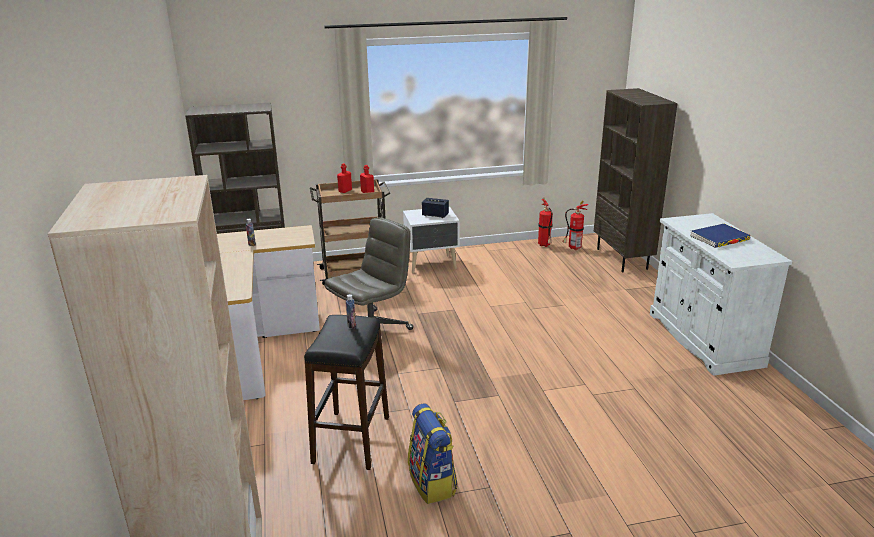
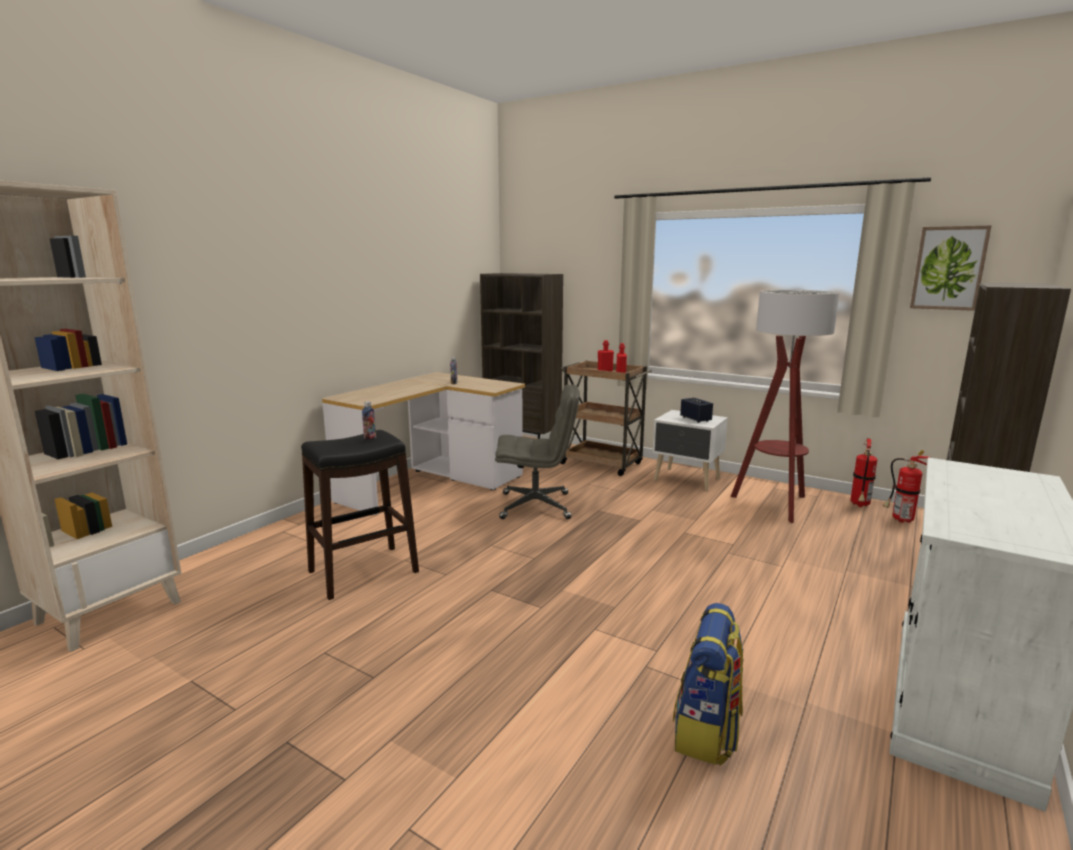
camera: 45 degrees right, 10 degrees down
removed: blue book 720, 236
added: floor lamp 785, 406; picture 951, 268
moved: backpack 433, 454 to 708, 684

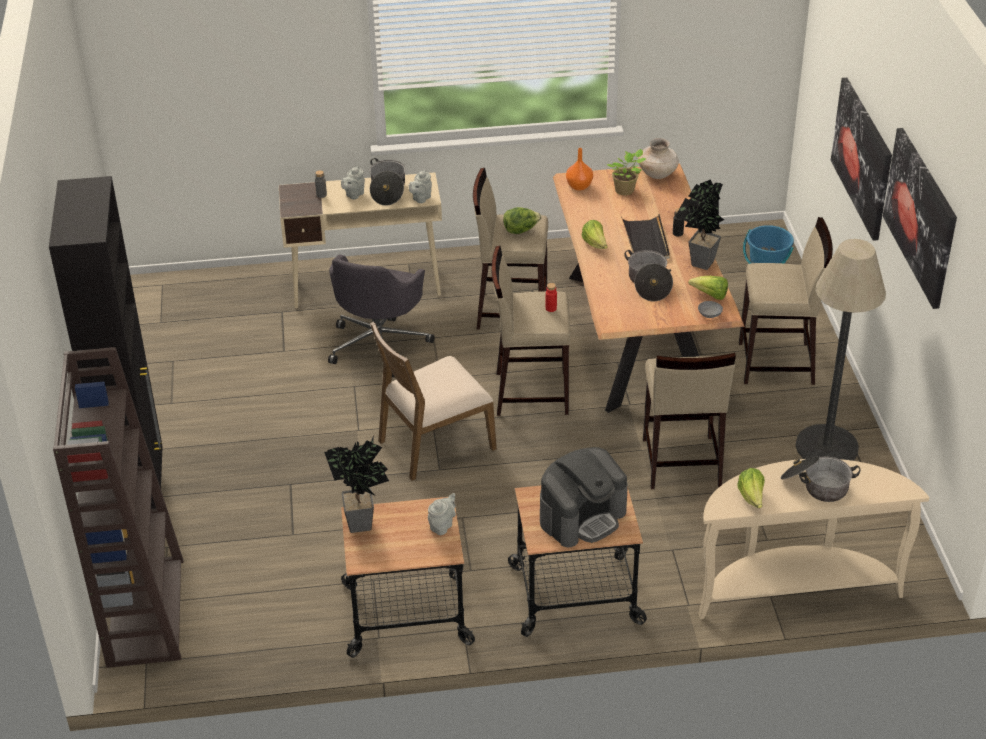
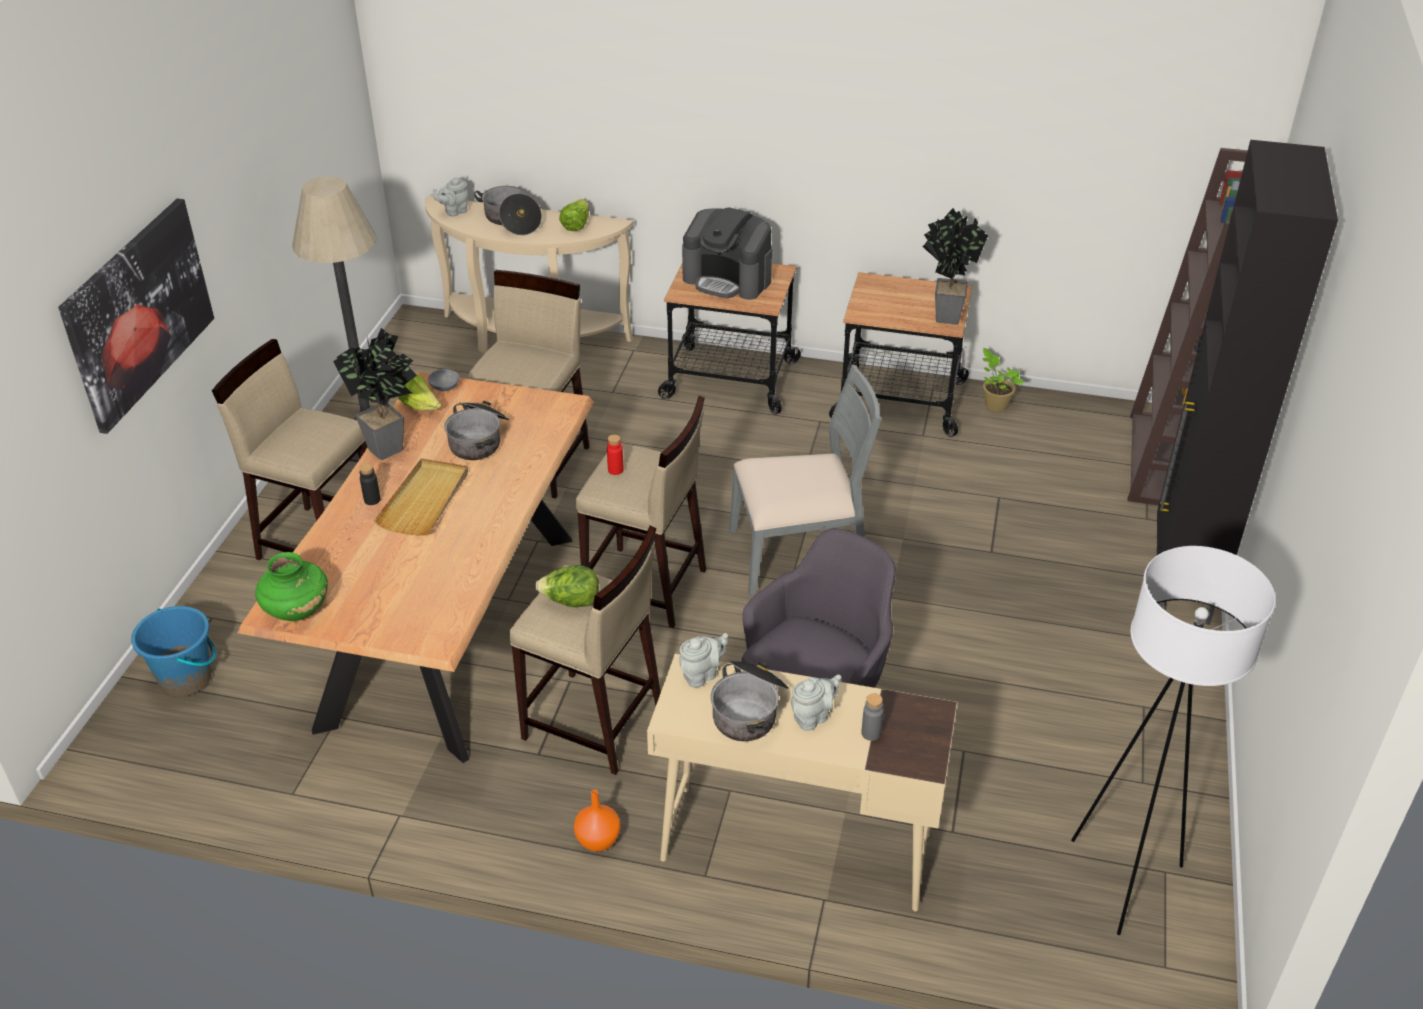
camera: 160 degrees left, 0 degrees up
removed: lettuce 595, 234; picture 920, 218
added: white floor lamp 1173, 740
moved: grey teapot 442, 514 to 450, 197; orange vase 579, 169 to 597, 821; potted plant 626, 172 to 1003, 380
recoloured: beige vase 658, 158 to green vase 291, 586; black tray 645, 236 to beige tray 421, 497; brown chair 433, 401 to grey chair 805, 480
turned: coffee machine 584, 497 = 727, 253 135 degrees counterclockwise

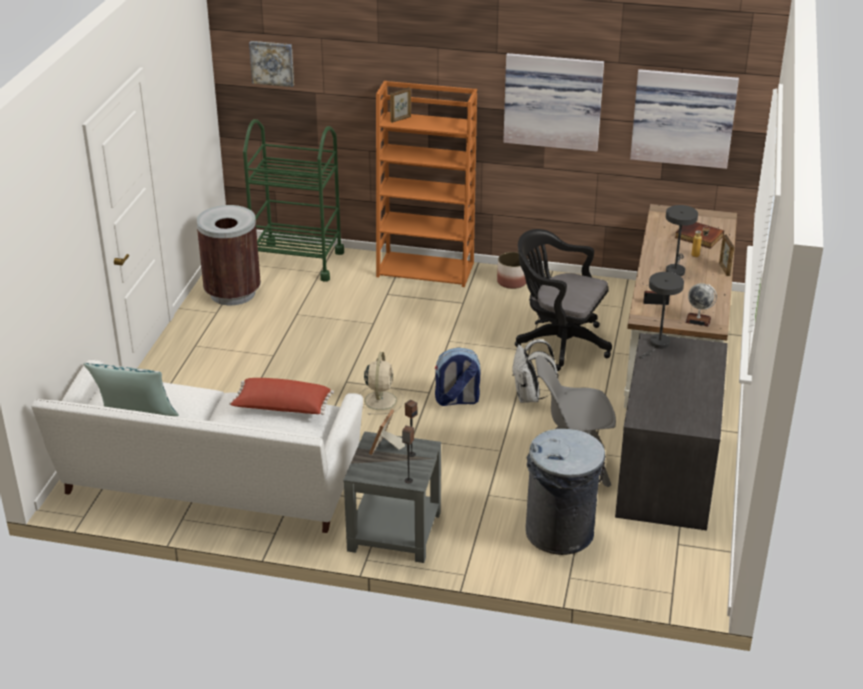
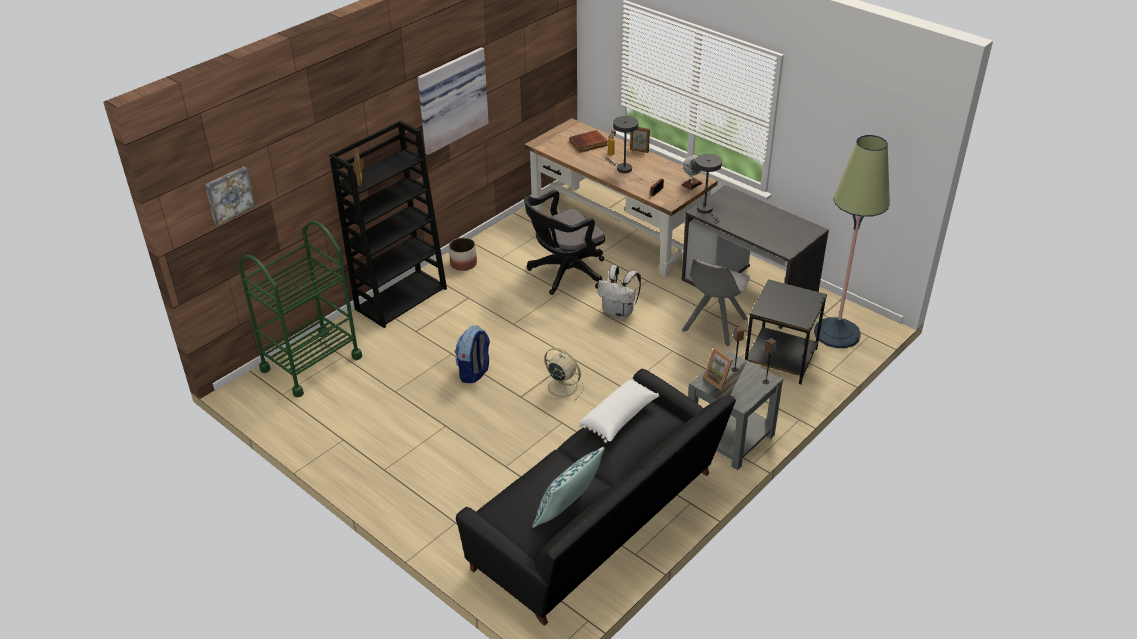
camera: 60 degrees left, 5 degrees up
removed: brown trash can 228, 255; picture 684, 119
added: floor lamp 852, 241
moved: backpack 457, 376 to 472, 354
replaced: grey trash can 565, 492 to black side table 786, 331
recoloured: orange bookcase 426, 184 to black bookcase 388, 224; white sofa 197, 446 to black sofa 596, 497; red pillow 281, 396 to white pillow 618, 411

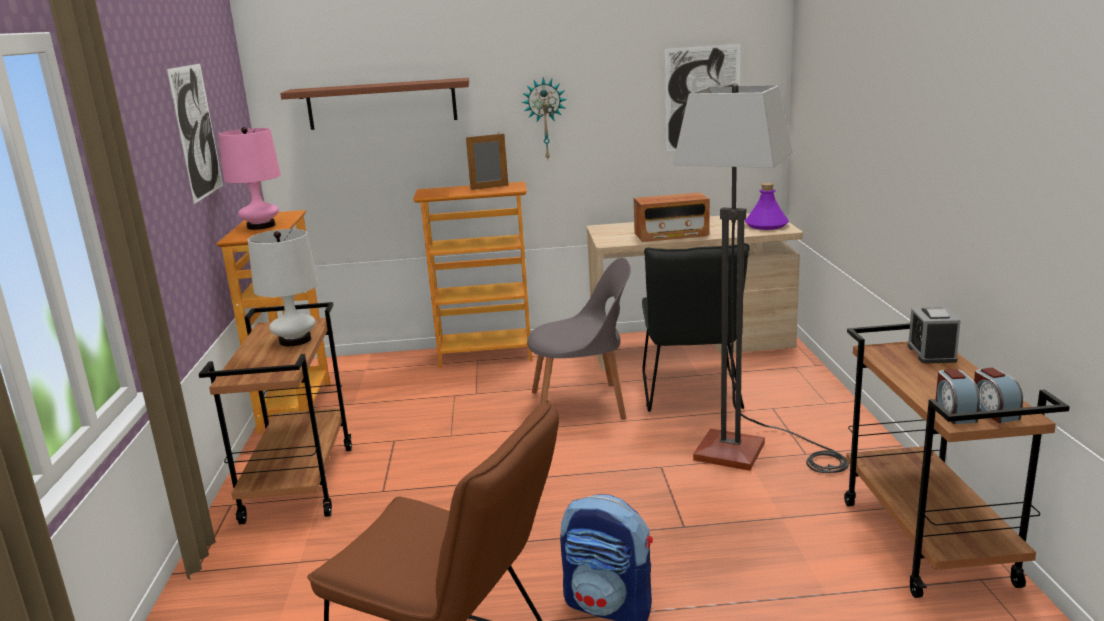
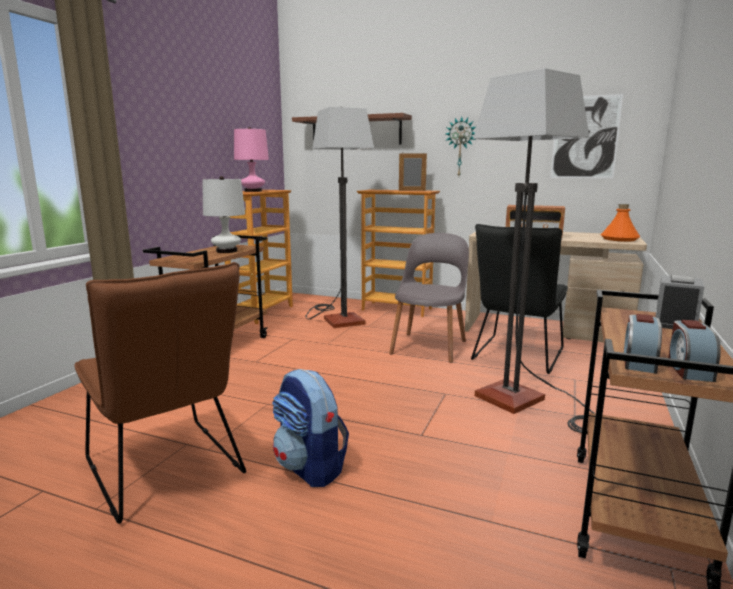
camera: 25 degrees right, 5 degrees down
removed: picture 195, 134
added: floor lamp 339, 217
recoloured: purple bottle 767, 206 to orange bottle 620, 223
turned: grey chair 579, 339 = 429, 298 90 degrees counterclockwise

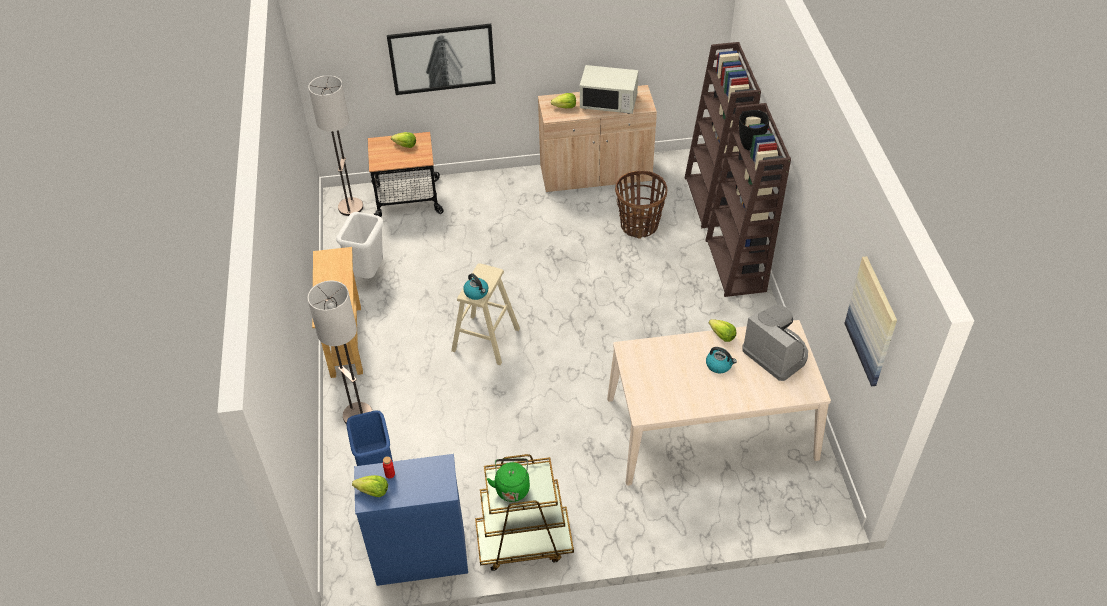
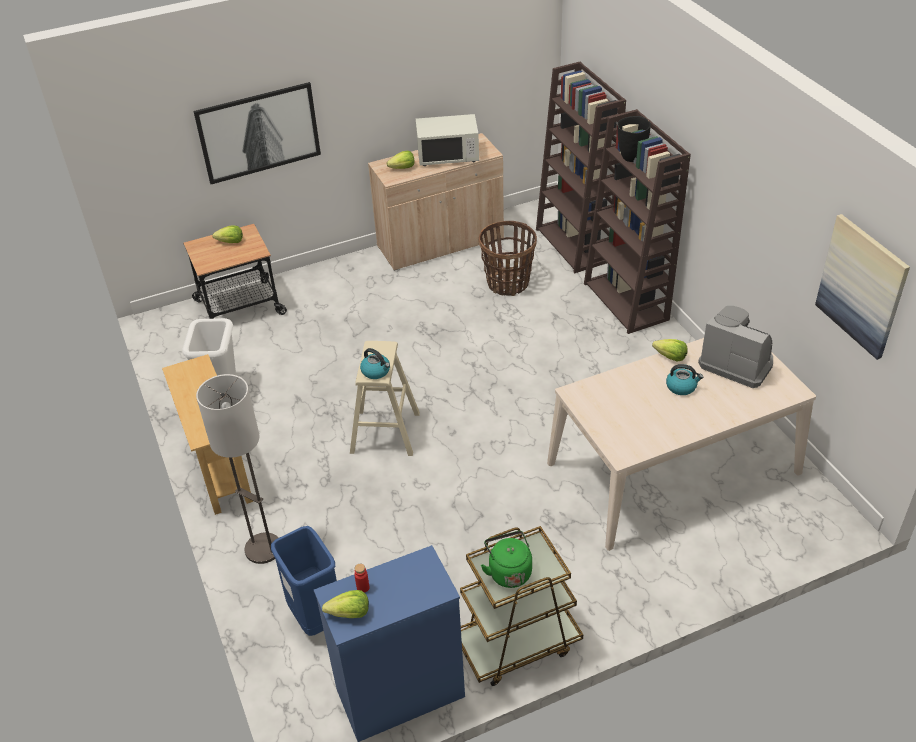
camera: 15 degrees left, 5 degrees down
removed: floor lamp 335, 145

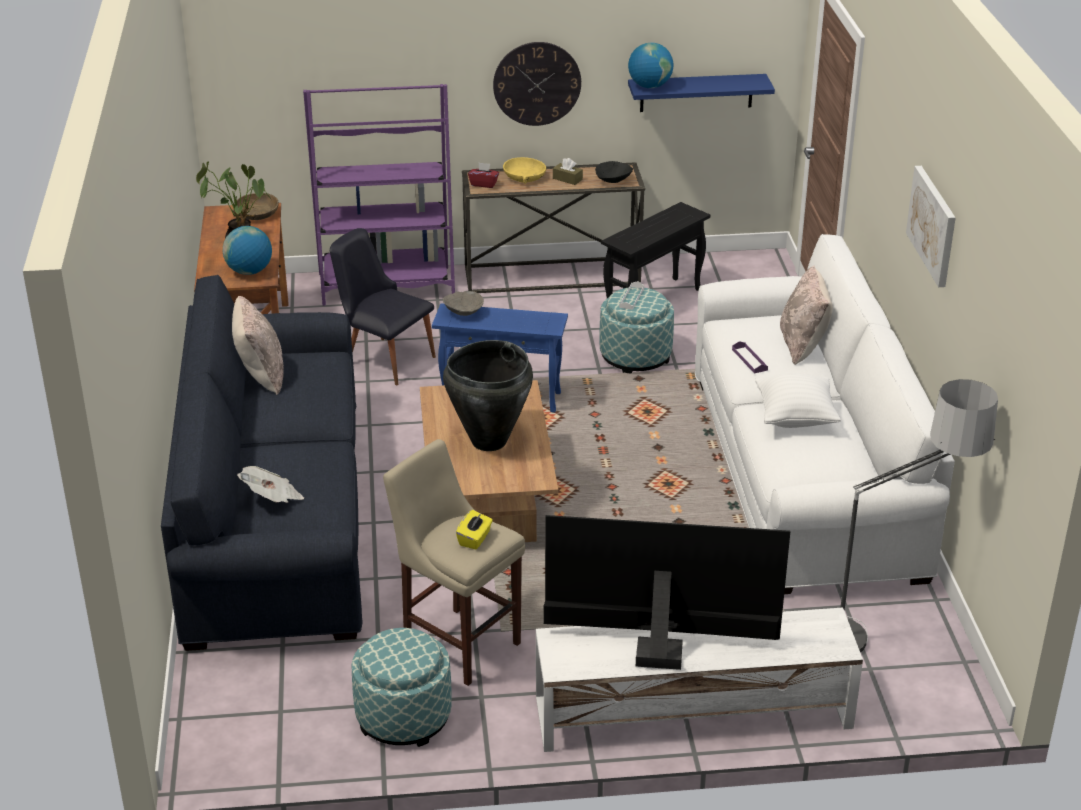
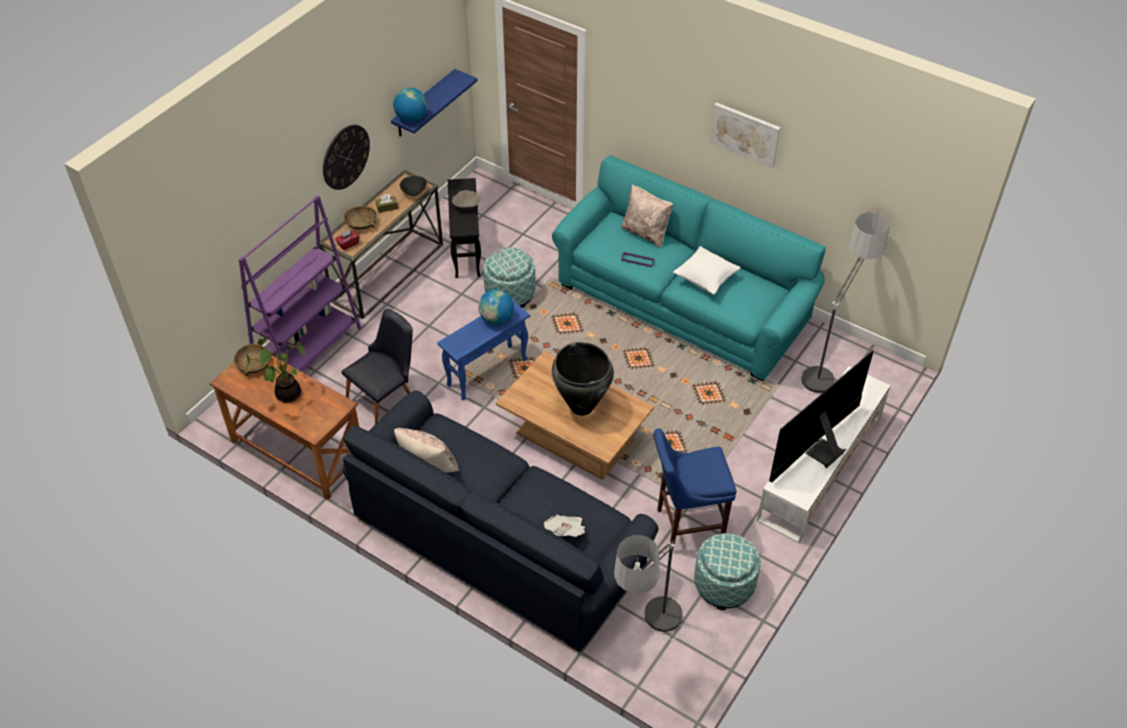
camera: 50 degrees left, 15 degrees up
removed: yellow tissue box 474, 529
added: floor lamp 648, 587
moved: grey bowl 463, 303 to 466, 199; globe 247, 250 to 496, 307
recoloured: yellow bowl 524, 170 to brown bowl 360, 218; white sofa 825, 414 to turquoise sofa 689, 268; beige stool 454, 562 to blue stool 695, 488
turned: black chair 383, 306 = 377, 366 150 degrees clockwise

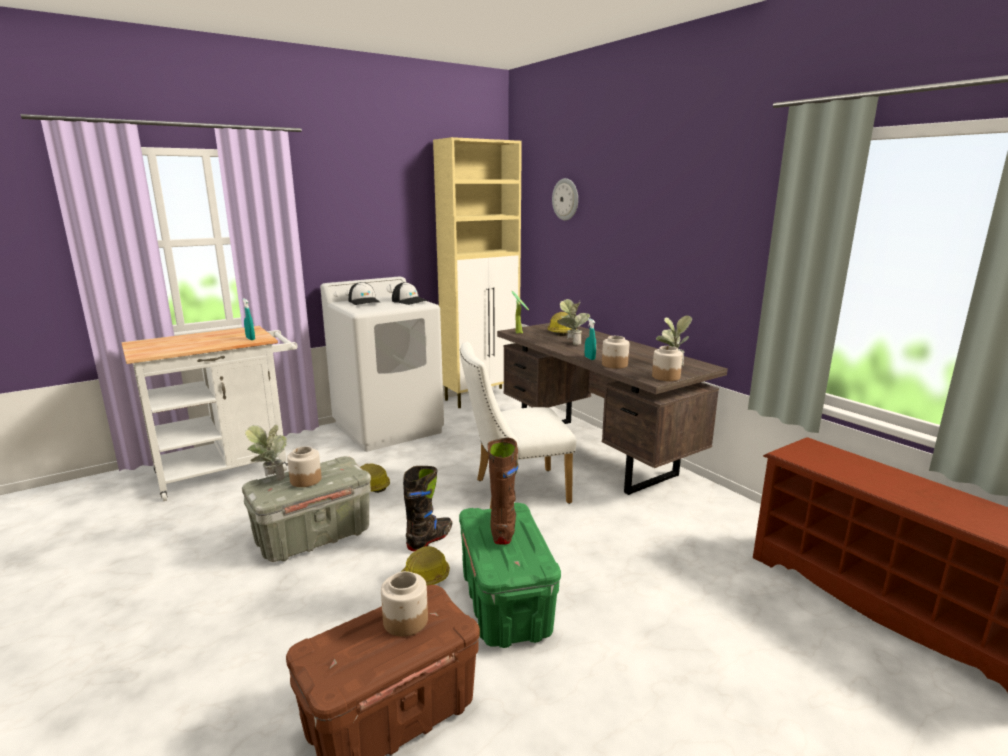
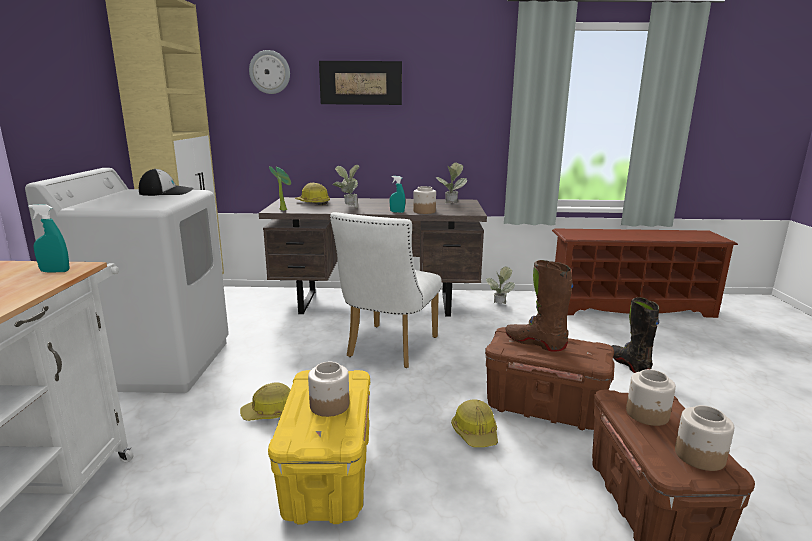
camera: 55 degrees left, 0 degrees up
removed: cap 364, 293
added: picture 360, 83
moved: potted plant 266, 453 to 500, 285; black boot 427, 508 to 635, 335; jar 667, 363 to 704, 438
recoloured: grey storage box 306, 509 to yellow storage box 319, 447; green storage box 510, 575 to brown storage box 550, 378

